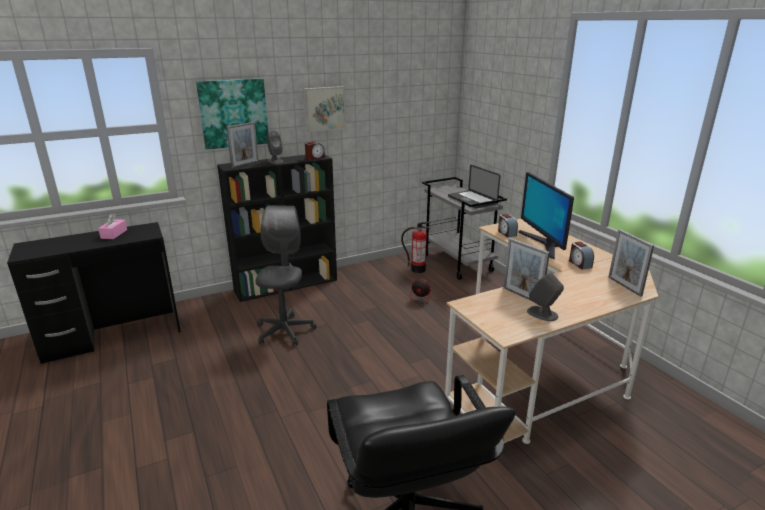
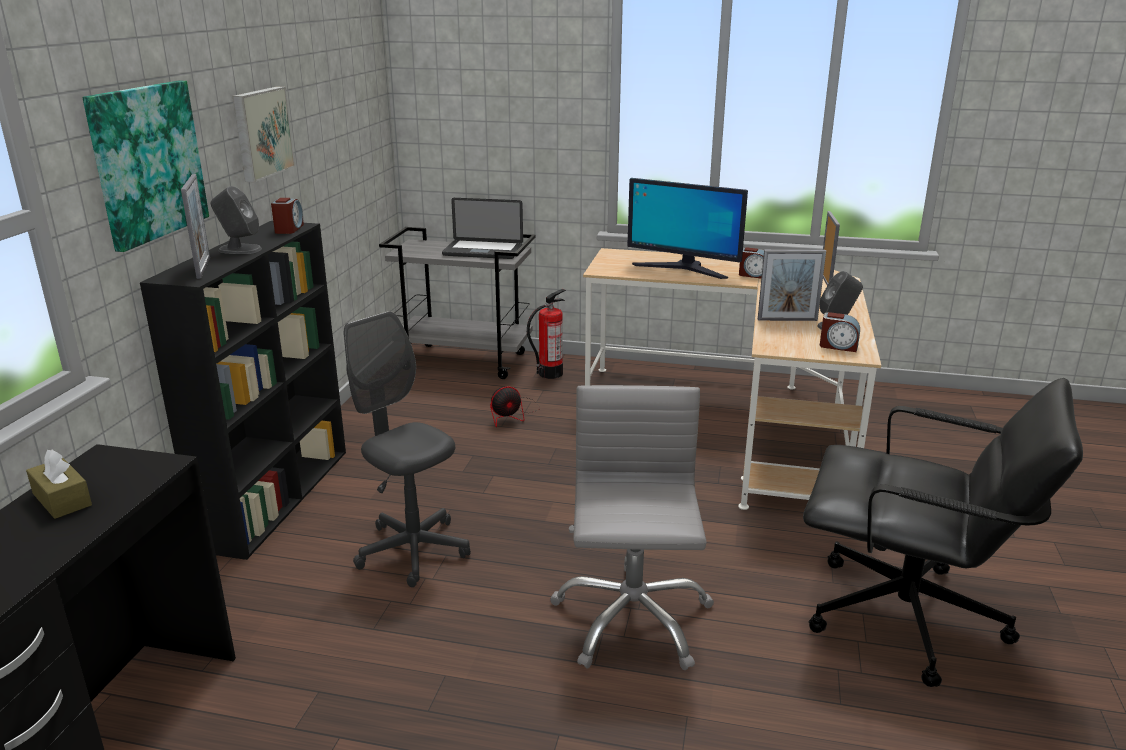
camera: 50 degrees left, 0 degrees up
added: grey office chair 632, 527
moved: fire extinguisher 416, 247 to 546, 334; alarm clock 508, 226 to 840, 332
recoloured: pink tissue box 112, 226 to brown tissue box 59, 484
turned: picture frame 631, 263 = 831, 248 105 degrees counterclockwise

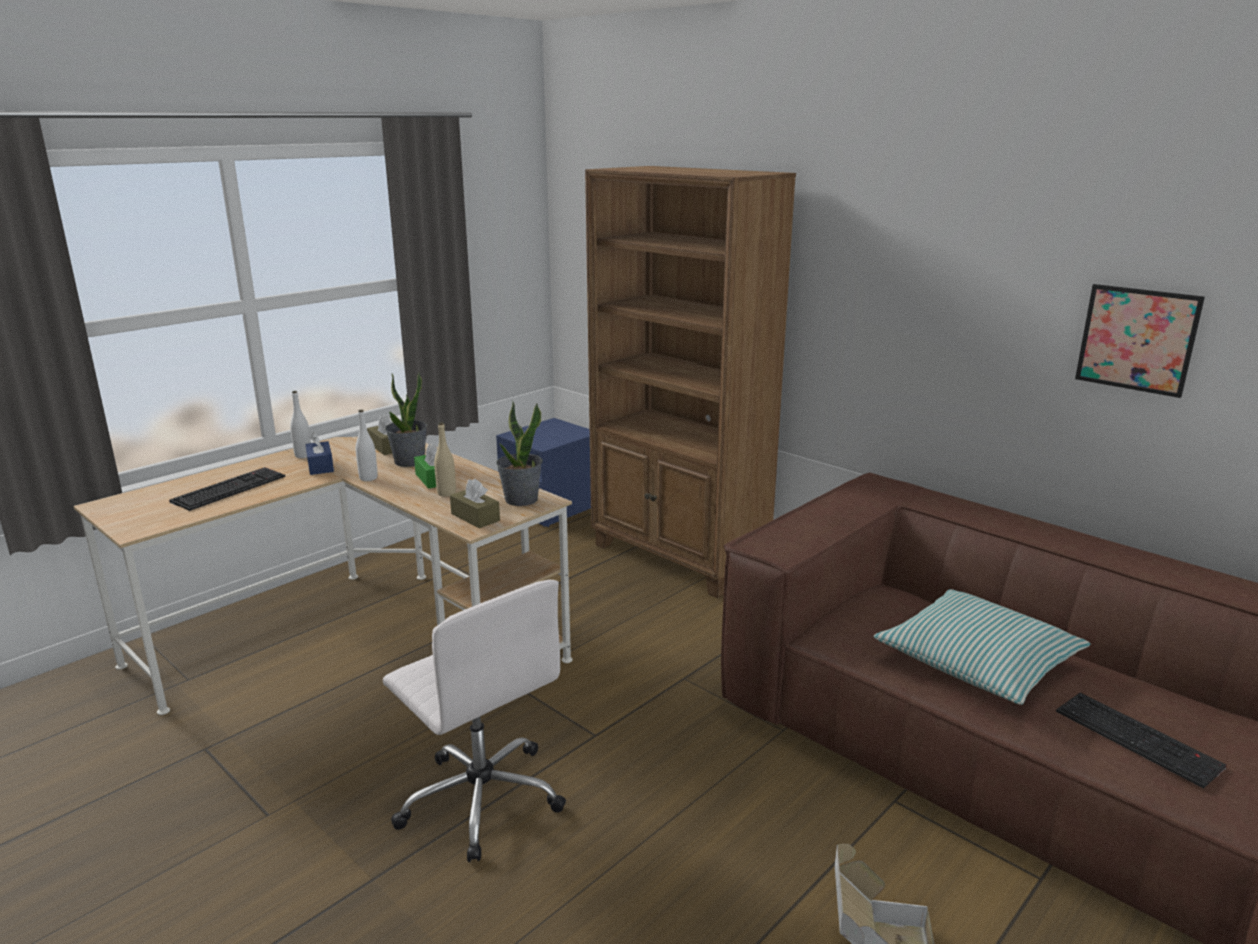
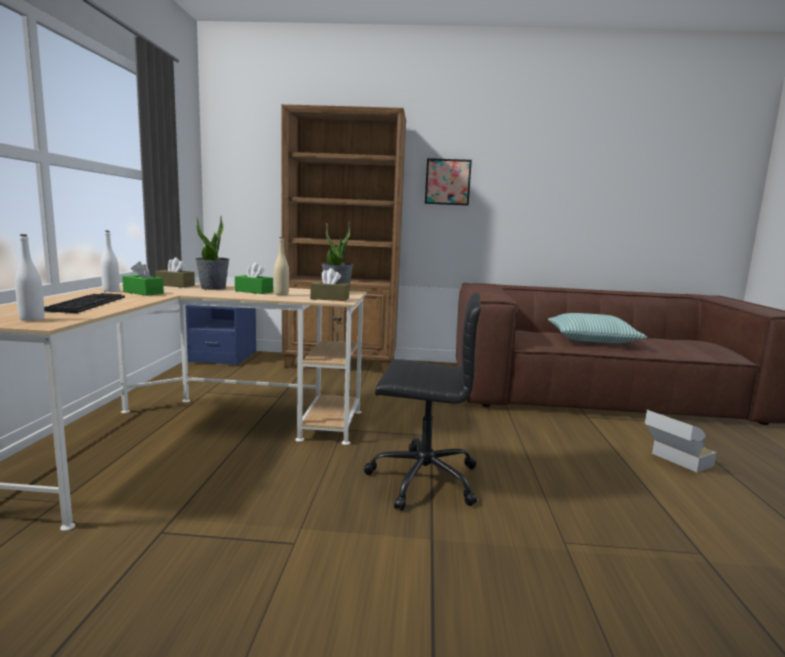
camera: 40 degrees left, 10 degrees down
removed: keyboard 1141, 741
moved: white bottle 367, 445 to 29, 277; picture 1140, 341 to 448, 181
recoloured: blue tissue box 319, 453 to green tissue box 143, 278; white office chair 474, 721 to black office chair 422, 402

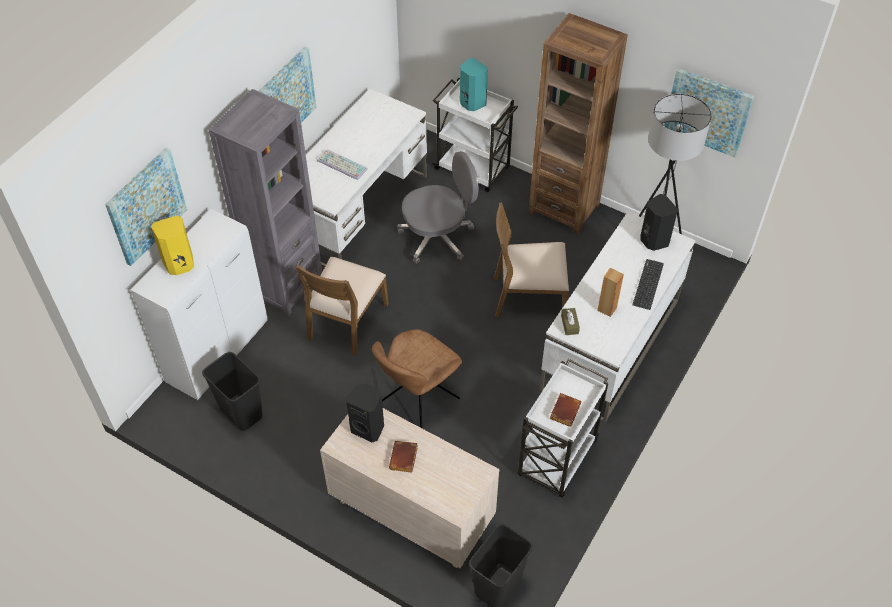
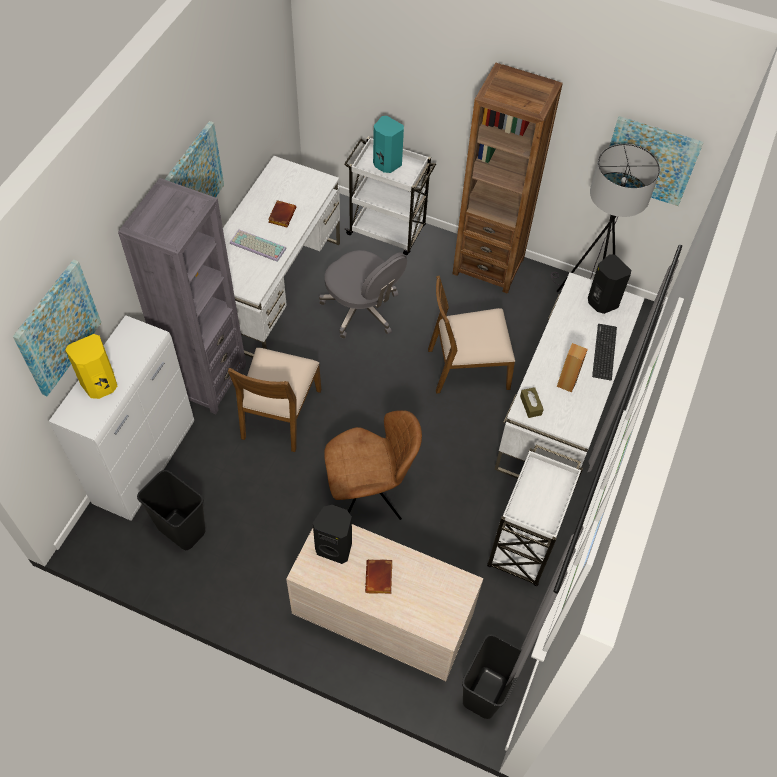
camera: 10 degrees left, 5 degrees up
moved: brown book 565, 410 to 282, 213
turned: grey office chair 438, 207 = 363, 294 75 degrees clockwise; brown chair 417, 378 = 373, 465 135 degrees counterclockwise

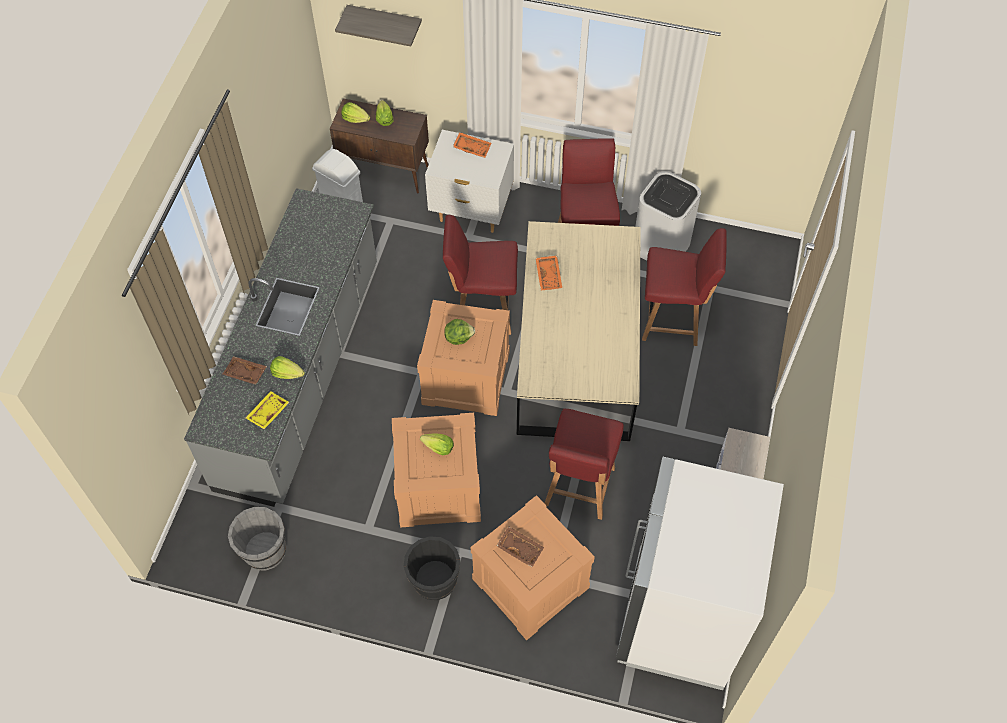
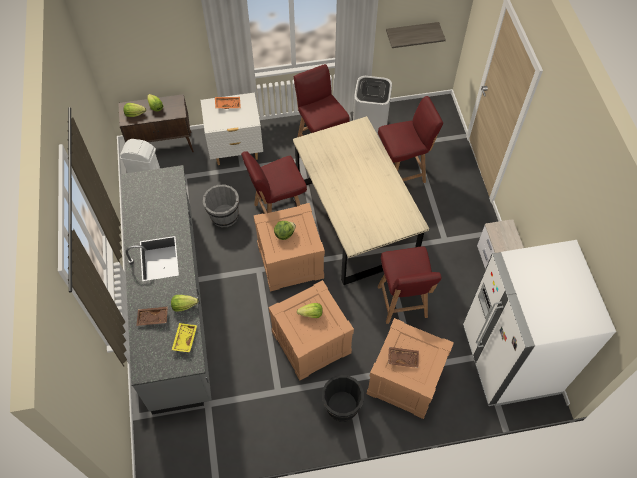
camera: 25 degrees left, 0 degrees up
removed: orange tray 549, 273
moved: grey bucket 257, 539 to 221, 206; shelf 378, 25 to 416, 35

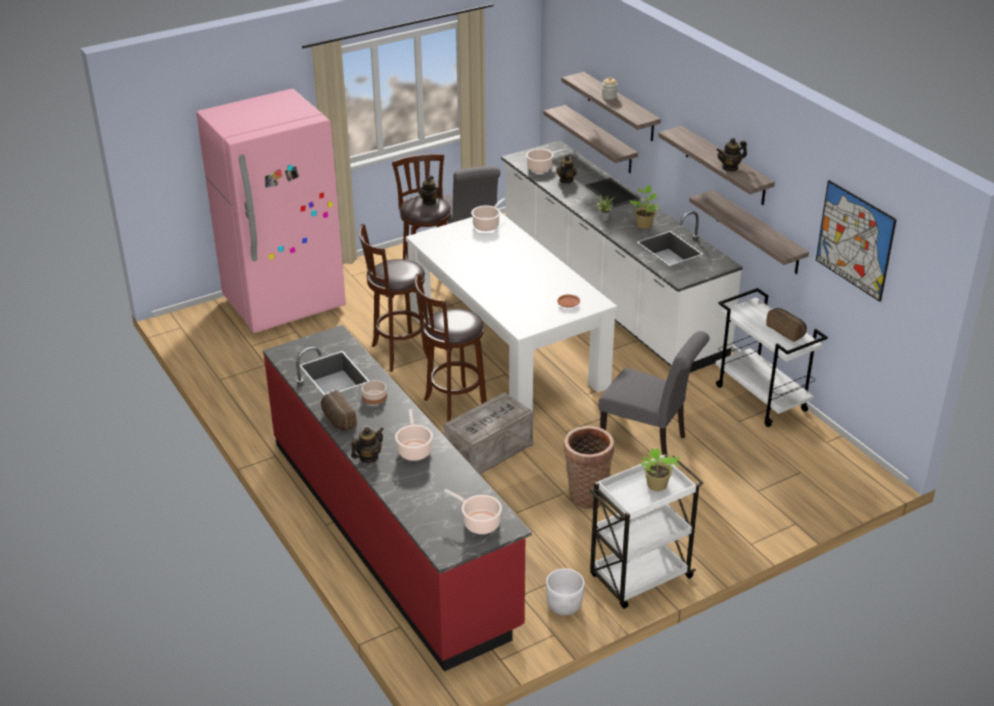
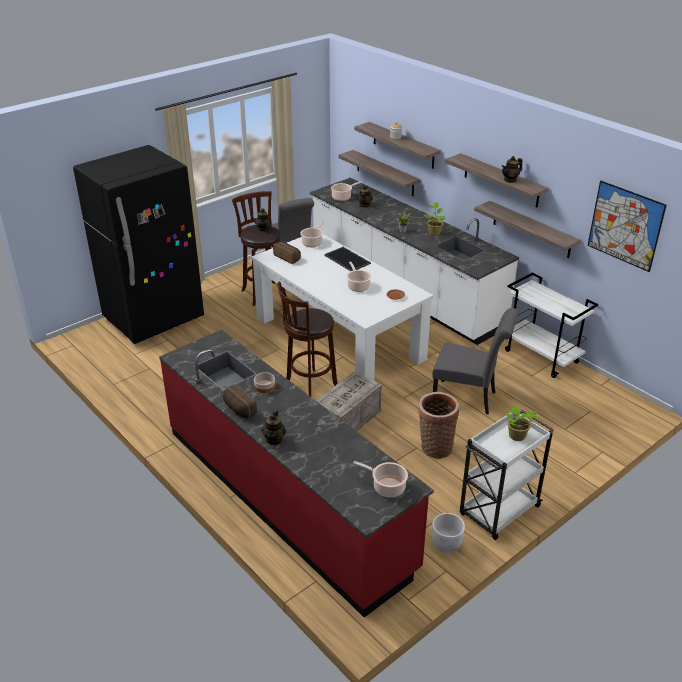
camera: 10 degrees left, 0 degrees up
removed: brown stool 393, 297
moved: bread 786, 325 to 287, 253; tray 613, 192 to 347, 259; cooking pot 414, 435 to 359, 277
recoloured: pink fridge 271, 211 to black fridge 138, 244
turned: teapot 367, 445 = 273, 427 150 degrees clockwise

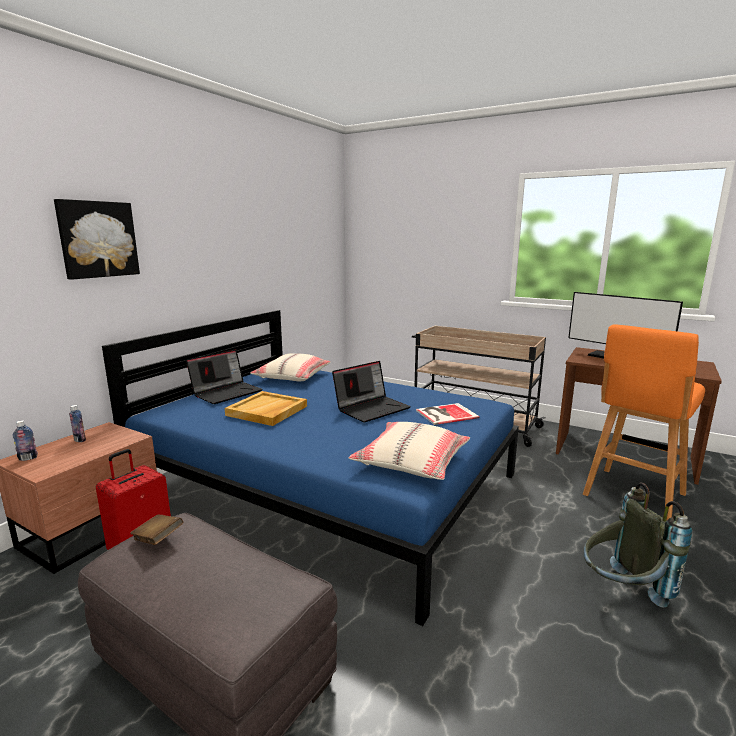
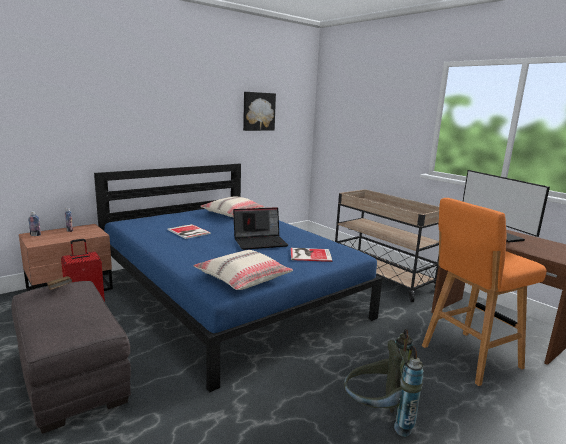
camera: 20 degrees right, 0 degrees up
removed: laptop 224, 376
moved: picture 97, 239 to 259, 111
replaced: beige tray 266, 408 to book 189, 231

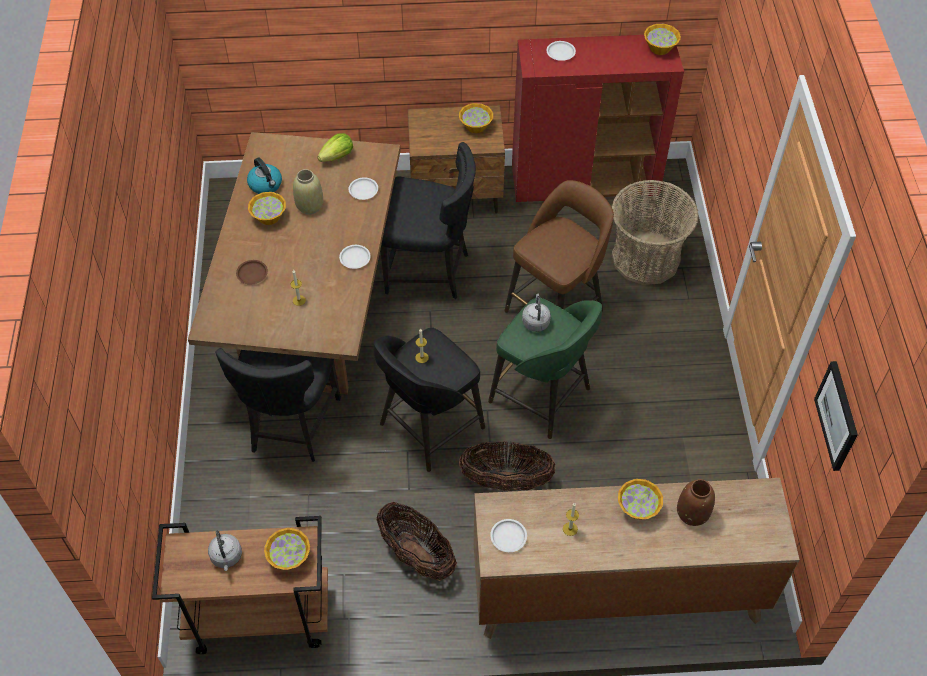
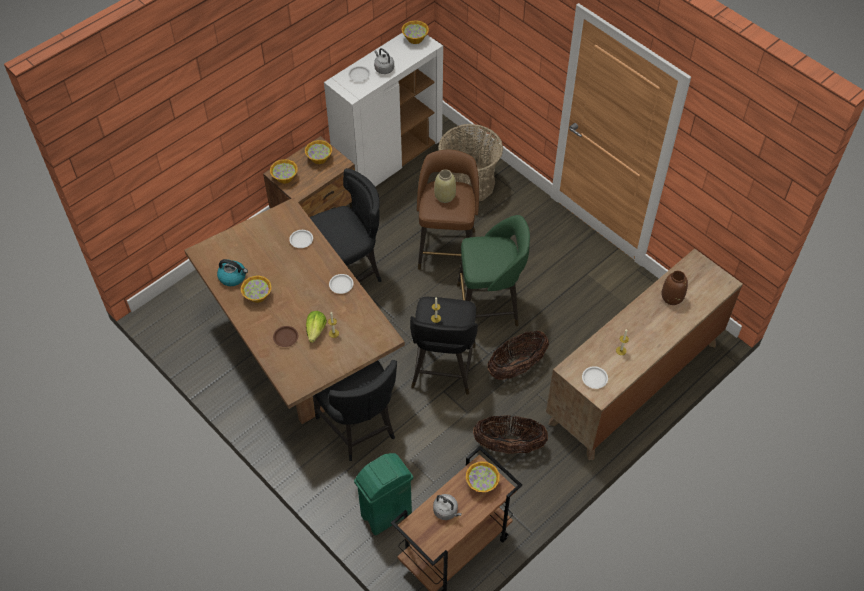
camera: 40 degrees left, 0 degrees up
removed: picture 836, 416
added: green trash can 383, 494
moved: bowl 640, 499 to 283, 171; lettuce 335, 147 to 316, 327; grey kettle 536, 313 to 384, 61; beige vase 308, 192 to 445, 186
recoloured: red cabinet 598, 118 to white cabinet 383, 110

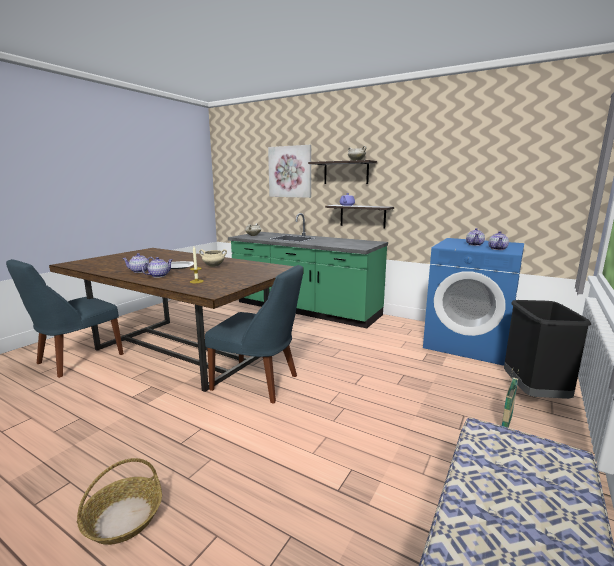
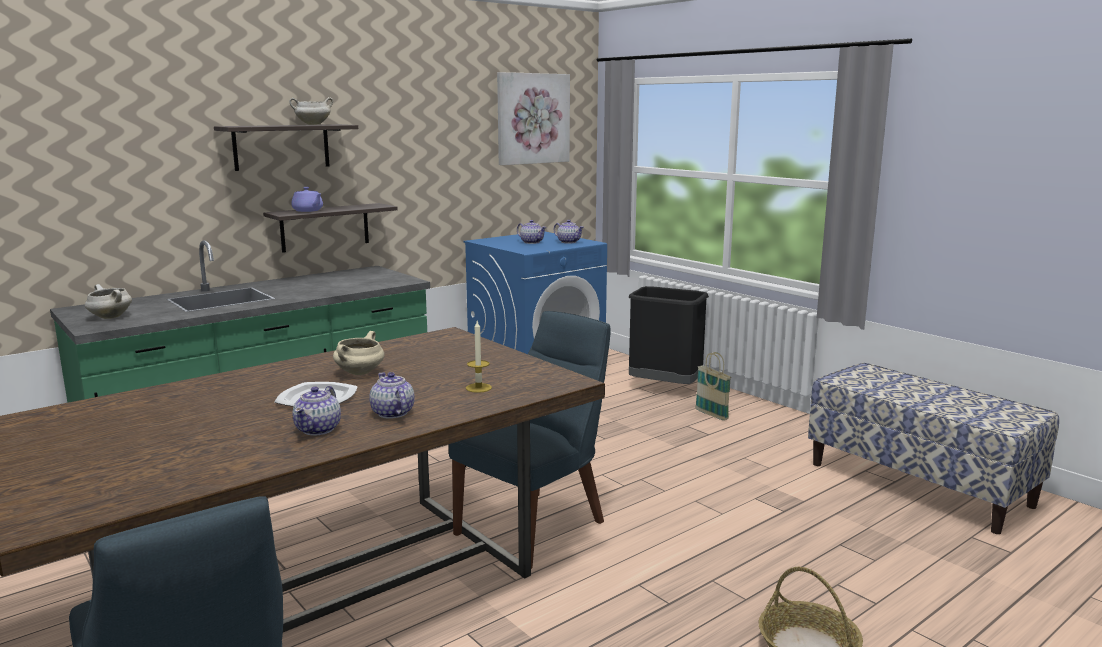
camera: 70 degrees left, 0 degrees up
moved: picture 289, 171 to 533, 118

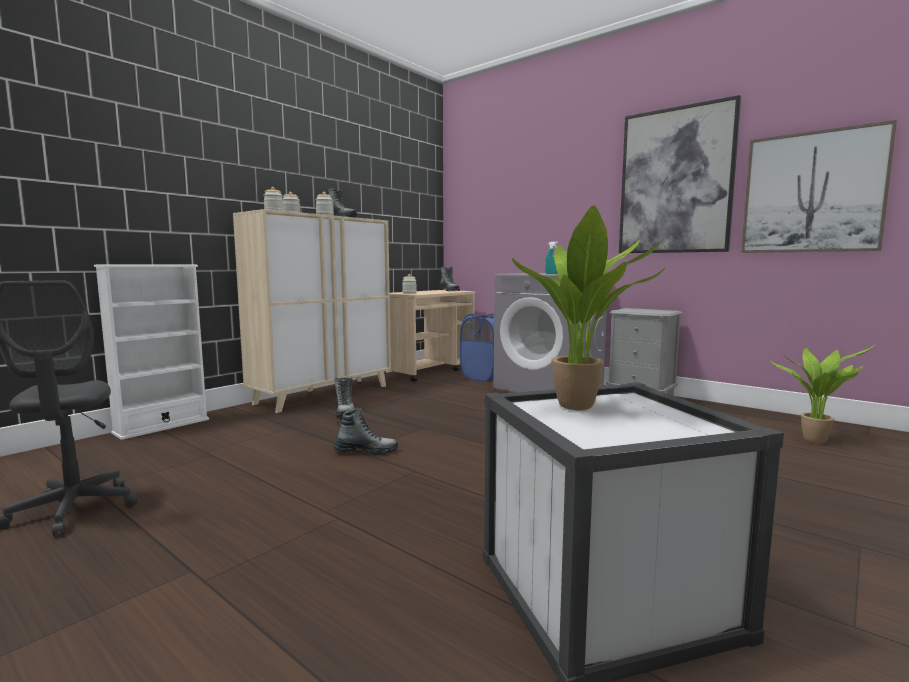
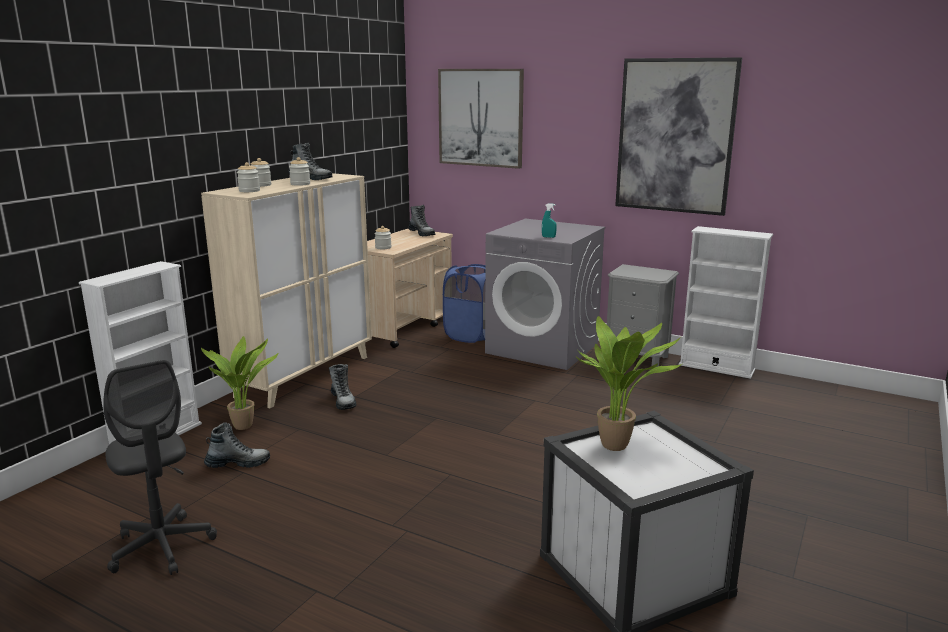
camera: 10 degrees left, 10 degrees up
added: white bookcase 726, 302
moved: potted plant 823, 394 to 239, 383; boot 365, 431 to 237, 445; picture 819, 186 to 481, 119

